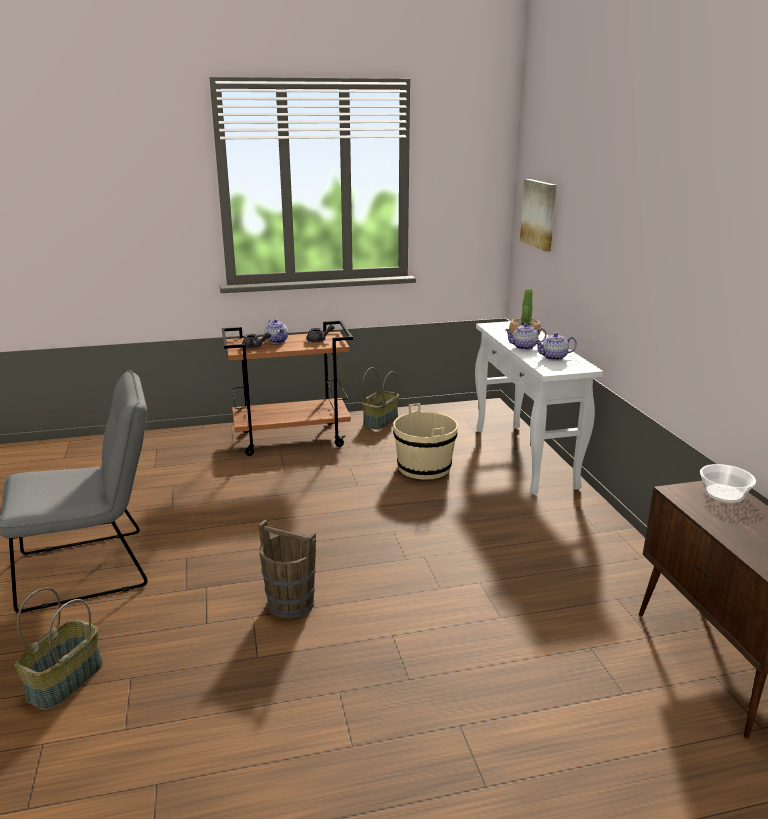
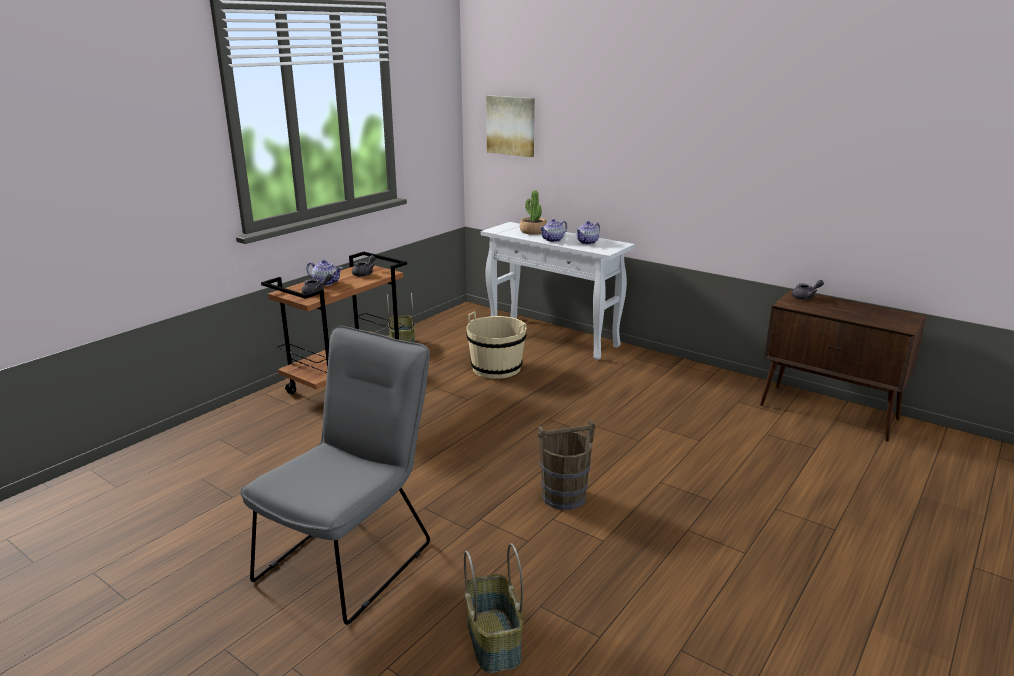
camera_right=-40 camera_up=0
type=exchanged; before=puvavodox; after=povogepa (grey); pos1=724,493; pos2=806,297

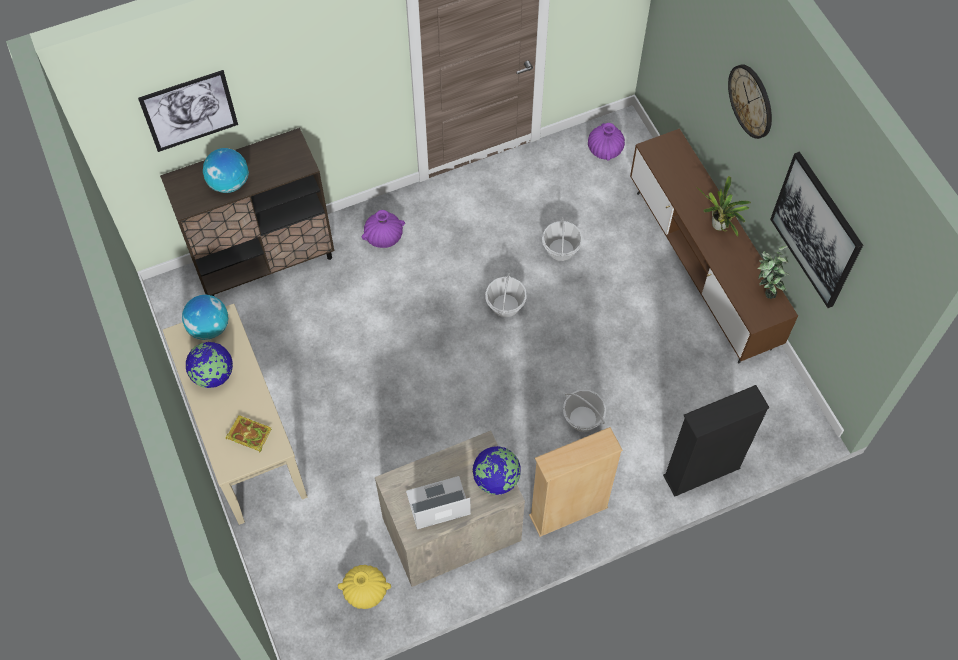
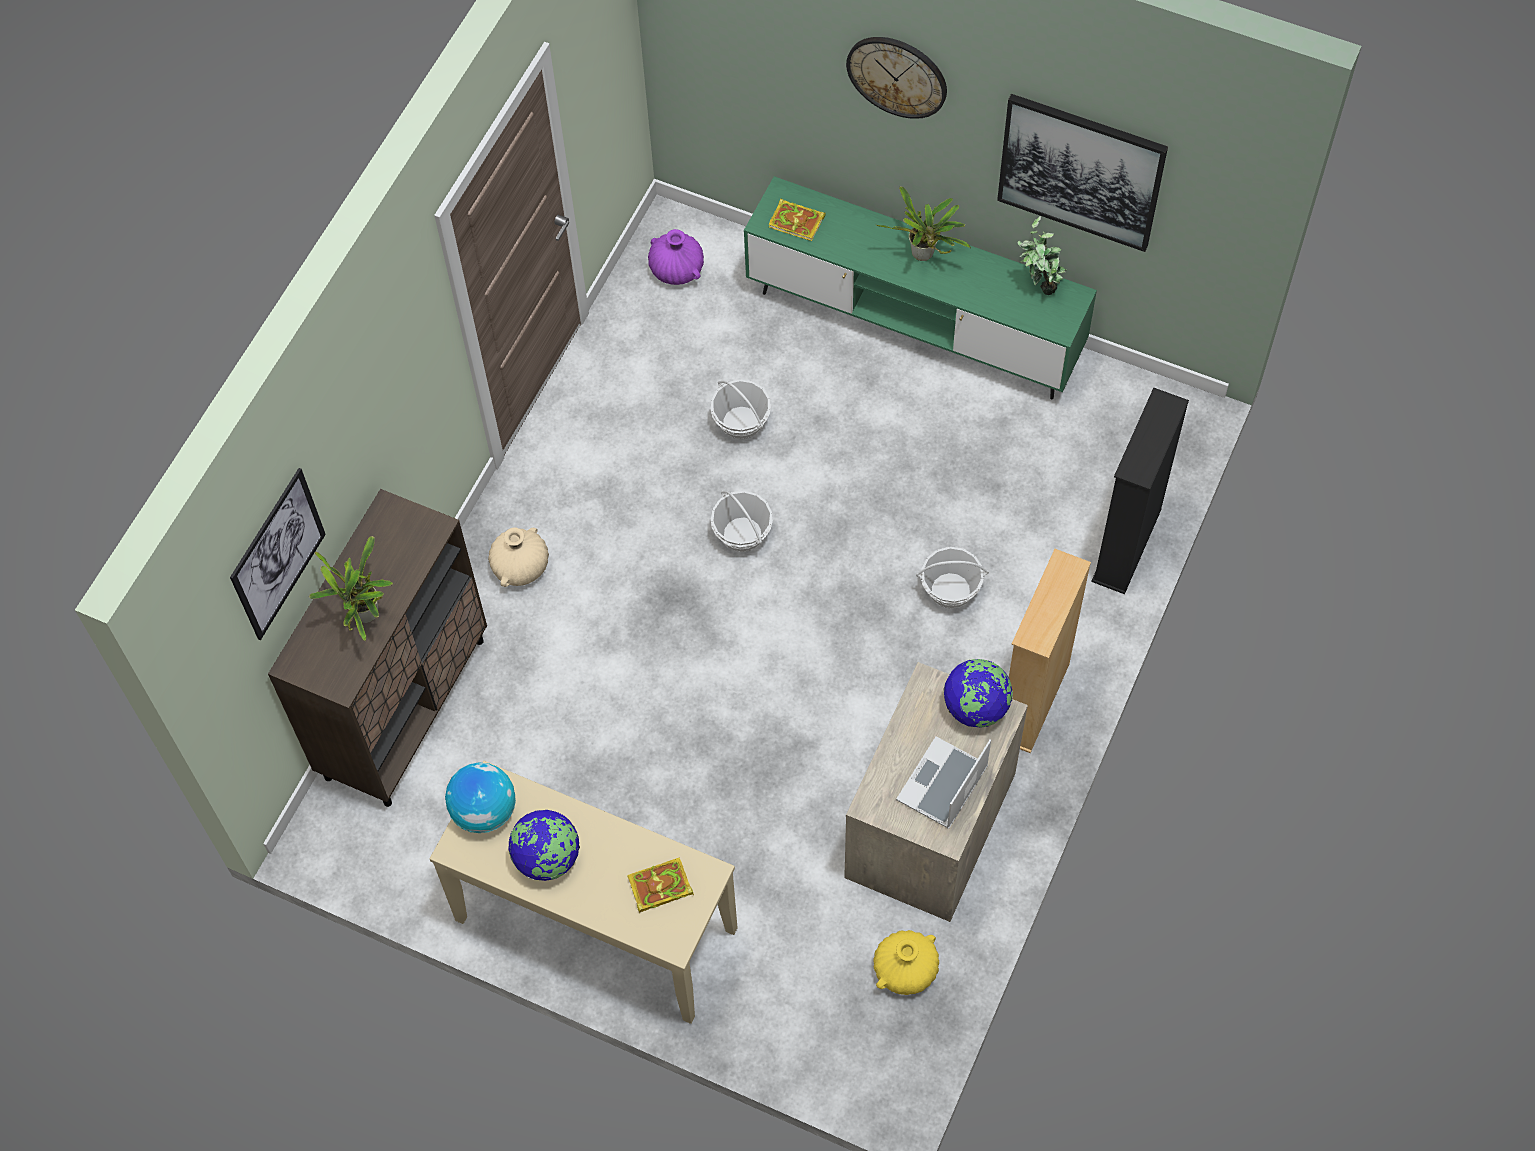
camera_right=-40 camera_up=0
type=appeared; after=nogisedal; pos2=798,222
type=exchanged; before=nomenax; after=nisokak; pos1=229,183; pos2=365,617
type=colour; before=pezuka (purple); after=pezuka (beige); pos1=384,237; pos2=520,566
type=colour; before=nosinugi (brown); after=nosinugi (green); pos1=701,268; pos2=914,325

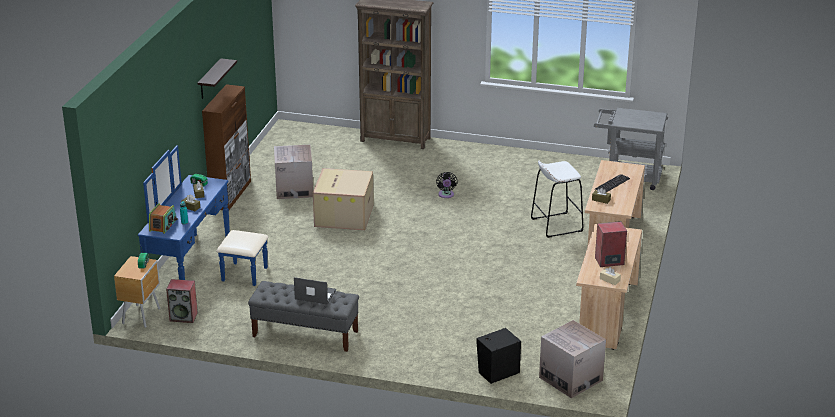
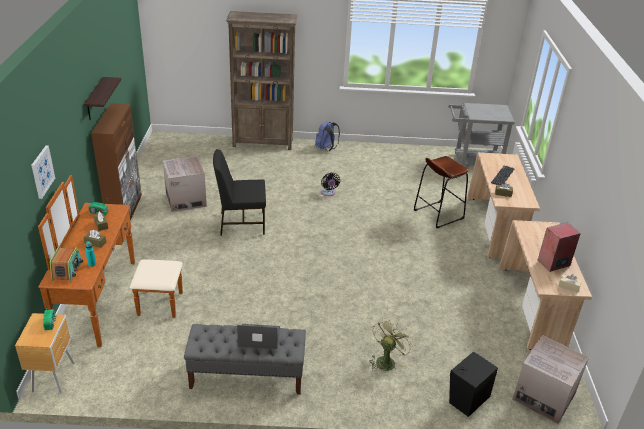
camera_right=-15 camera_up=5
type=missing; before=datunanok; pos1=184,316
type=appeared; after=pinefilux; pos2=42,171
type=appeared; after=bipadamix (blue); pos2=326,148
type=appeared; after=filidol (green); pos2=386,360
type=exchanged; before=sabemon; after=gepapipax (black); pos1=343,215; pos2=241,223
type=colour; before=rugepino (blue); after=rugepino (brown); pos1=202,267; pos2=112,301
type=colour; before=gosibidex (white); after=gosibidex (brown); pos1=556,225; pos2=438,214

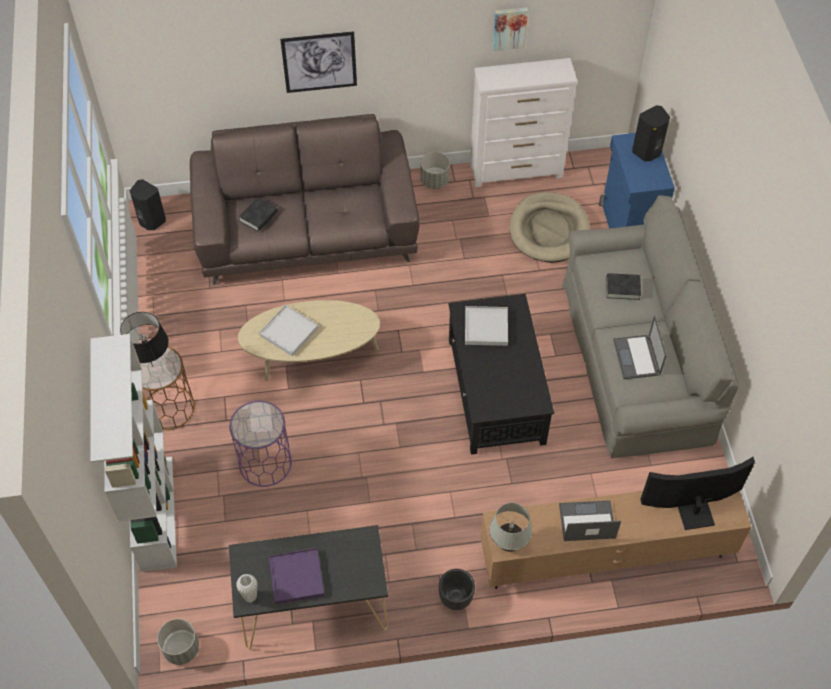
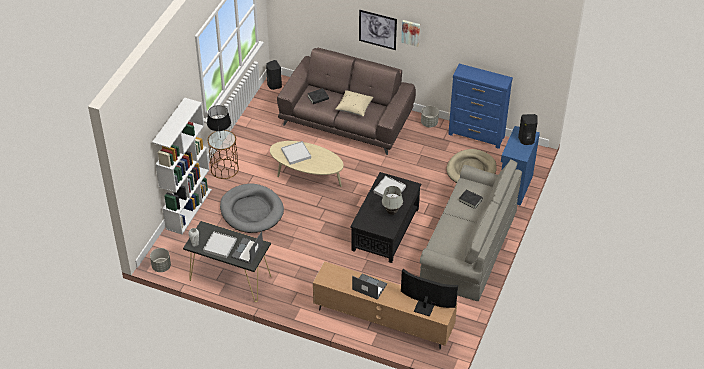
camera_right=30 camera_up=-10
type=missing; before=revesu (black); pos1=456,597
type=appeared; after=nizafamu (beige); pos2=354,108
type=relocated; before=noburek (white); pos1=508,544; pos2=392,212
type=relocated; before=pinefilux; pos1=509,27; pos2=411,32
type=relocated; before=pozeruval; pos1=637,358; pos2=247,251
type=exchanged; before=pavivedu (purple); after=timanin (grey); pos1=265,463; pos2=251,211
type=colour; before=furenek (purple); after=furenek (white); pos1=296,577; pos2=220,246
type=colour; before=rugepino (white); after=rugepino (blue); pos1=516,171; pos2=476,136

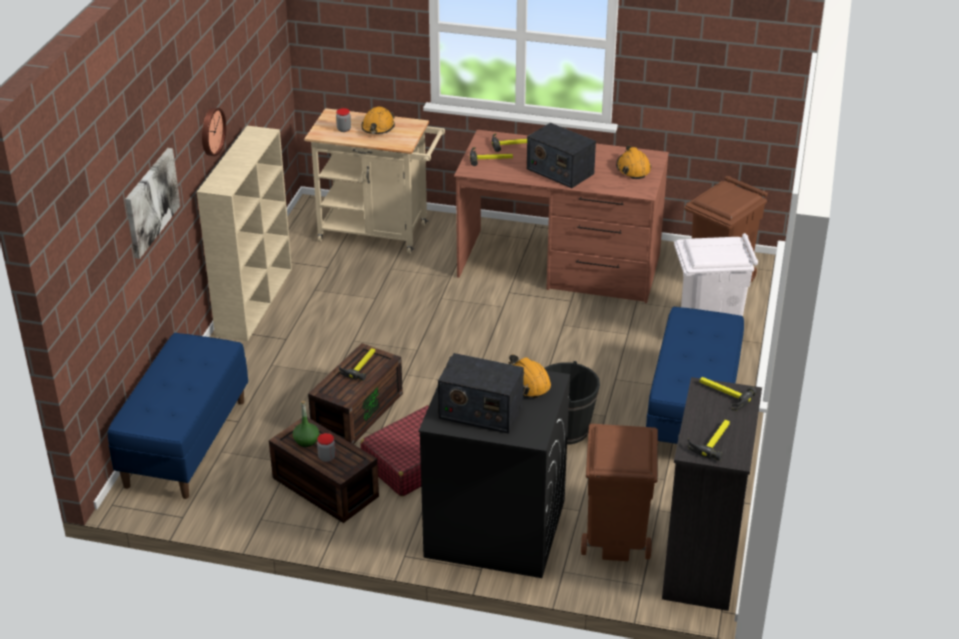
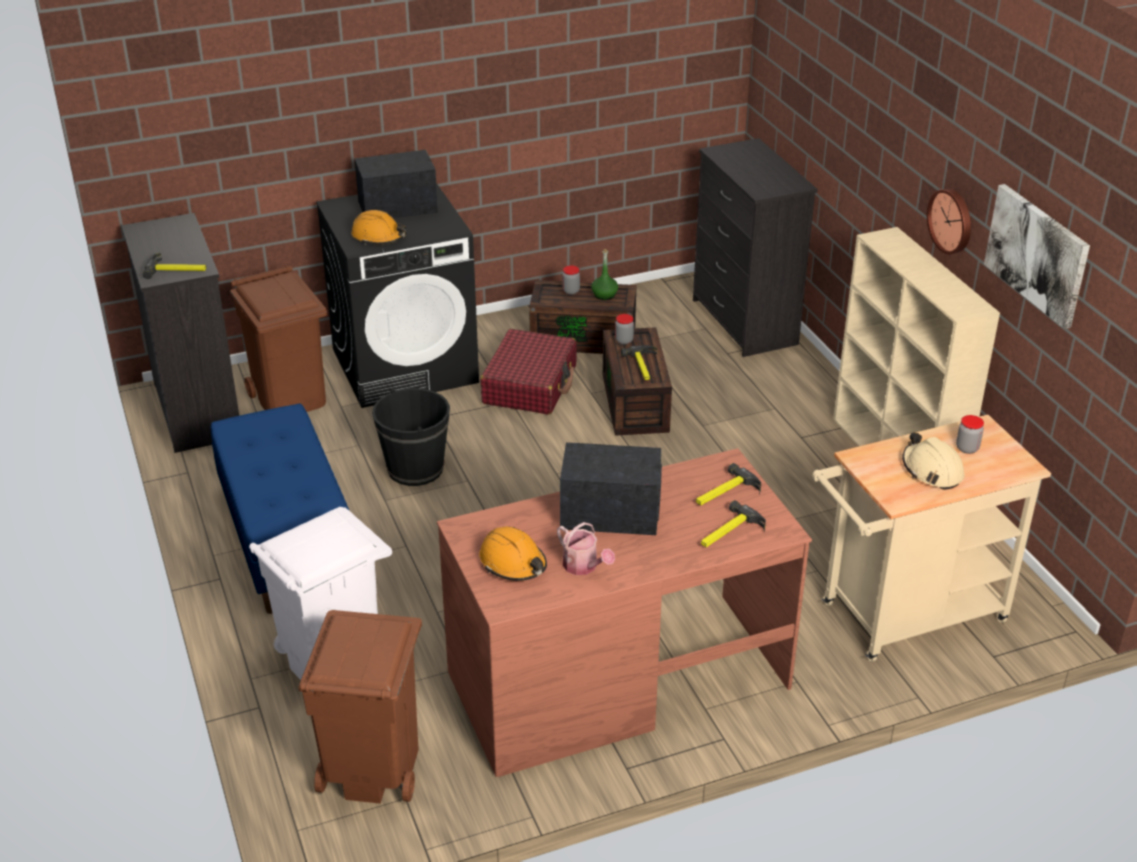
camera_right=145 camera_up=0
type=missing; before=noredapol; pos1=712,440
type=appeared; after=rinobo; pos2=583,566
type=appeared; after=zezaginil; pos2=624,340
type=relocated; before=pinefilux; pos1=151,202; pos2=1037,254
type=exchanged; before=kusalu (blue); after=rugepino (black); pos1=185,442; pos2=744,322
type=colour; before=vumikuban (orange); after=vumikuban (beige); pos1=378,128; pos2=931,470

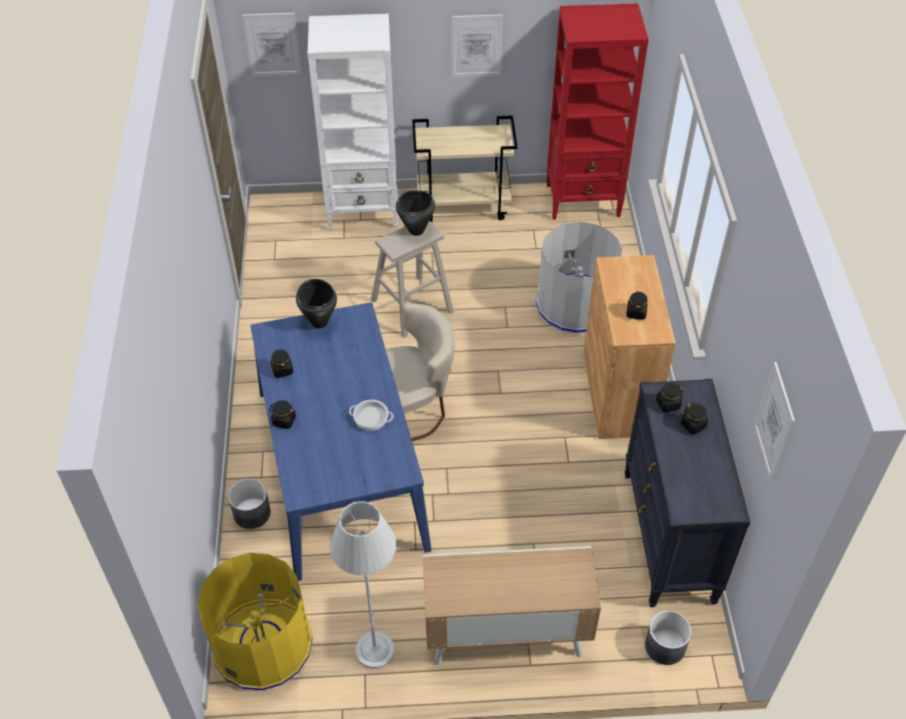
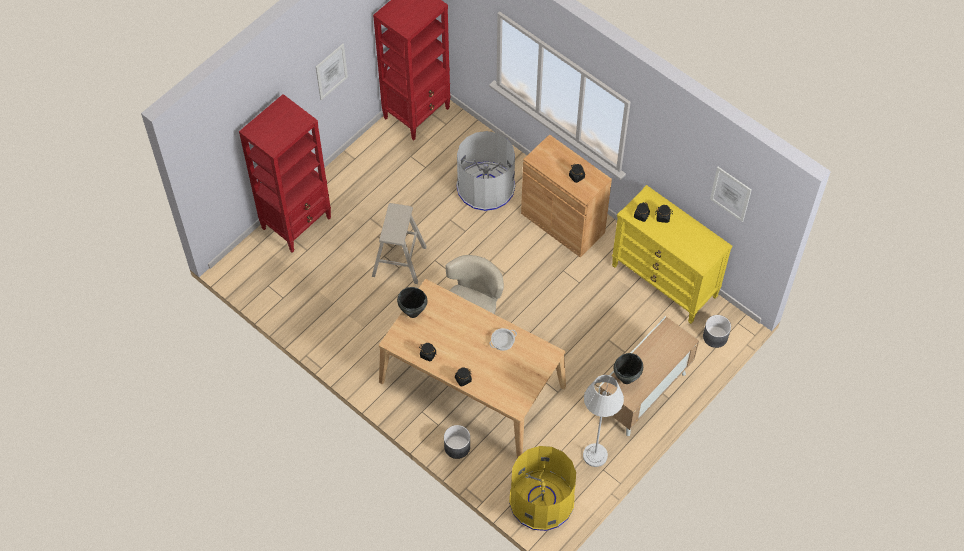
camera_right=-45 camera_up=10
type=missing; before=pinefilux; pos1=273,44
type=missing; before=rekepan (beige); pos1=464,205
type=relocated; before=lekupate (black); pos1=416,231; pos2=626,379
type=colour; before=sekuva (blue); after=sekuva (beige); pos1=341,467; pos2=472,384
type=colour; before=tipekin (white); after=tipekin (red); pos1=364,211; pos2=297,223
type=colour; before=rugepino (black); after=rugepino (yellow); pos1=669,537; pos2=665,281

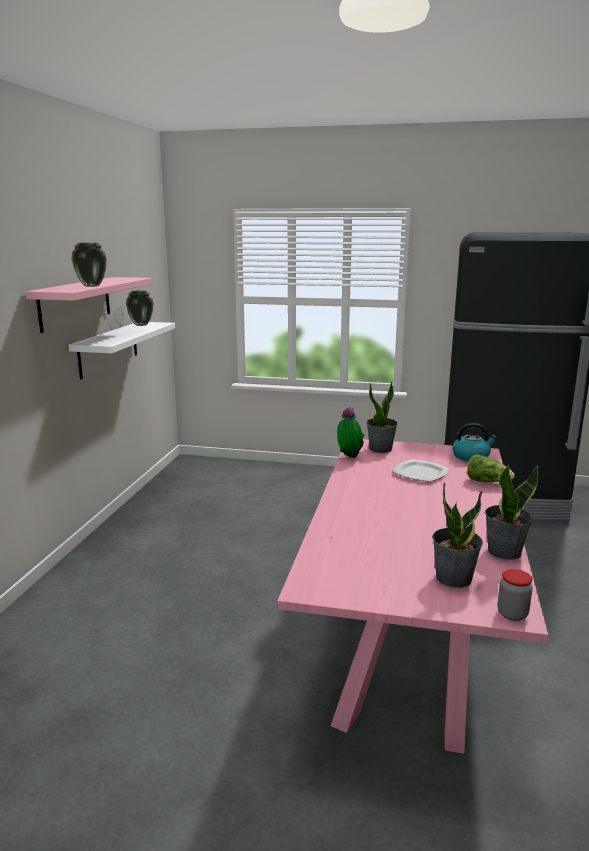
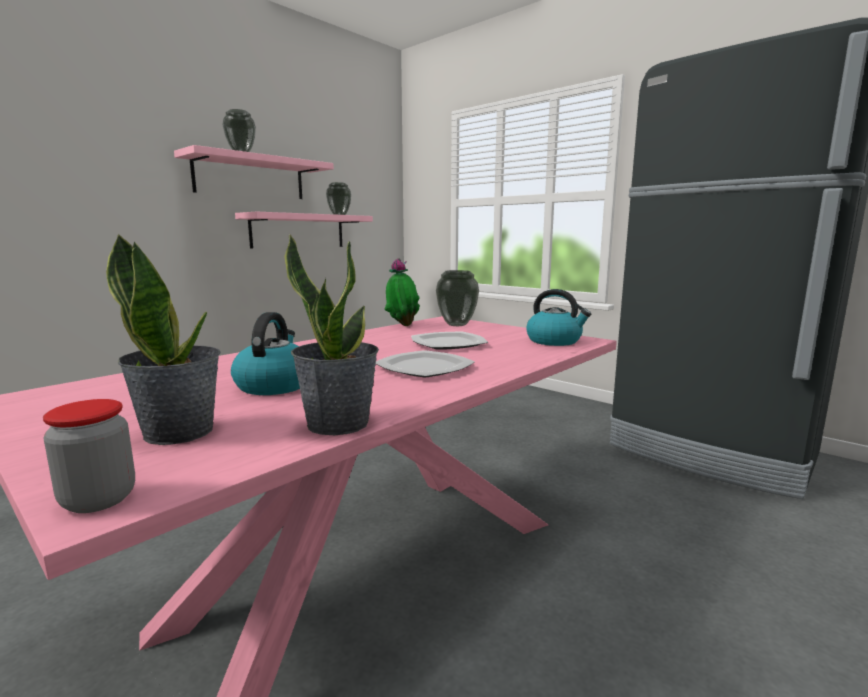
camera_right=30 camera_up=-5
type=missing; before=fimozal; pos1=487,482
type=appeared; after=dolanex; pos2=274,385
type=appeared; after=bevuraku; pos2=424,368
type=exchanged; before=nisokak; after=pezuka; pos1=381,449; pos2=456,324
type=colour; before=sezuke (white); after=sezuke (pink); pos1=108,349; pos2=298,231

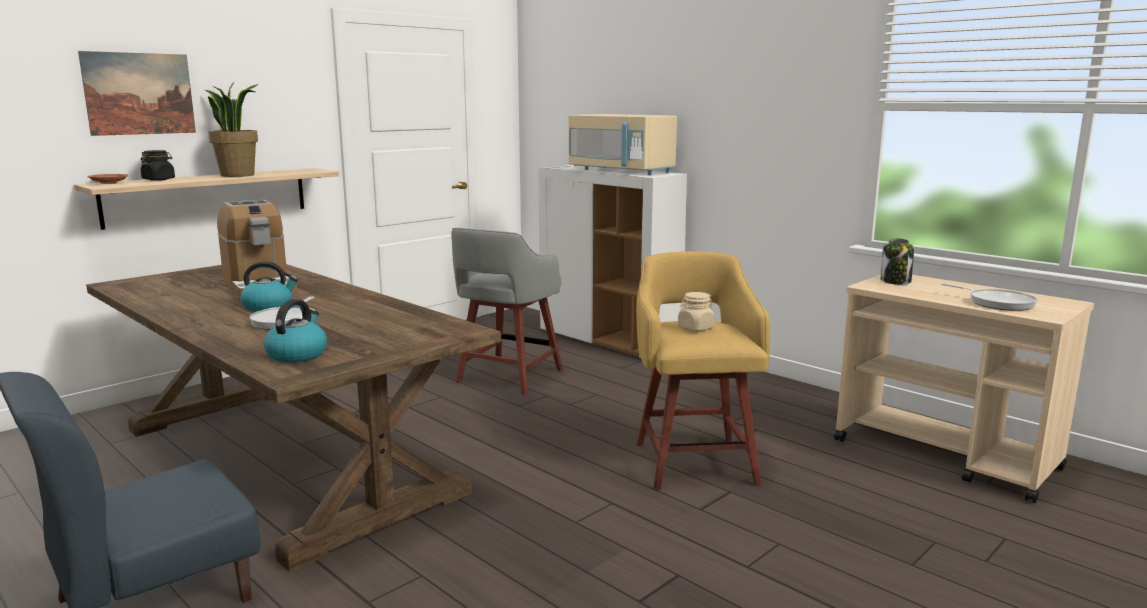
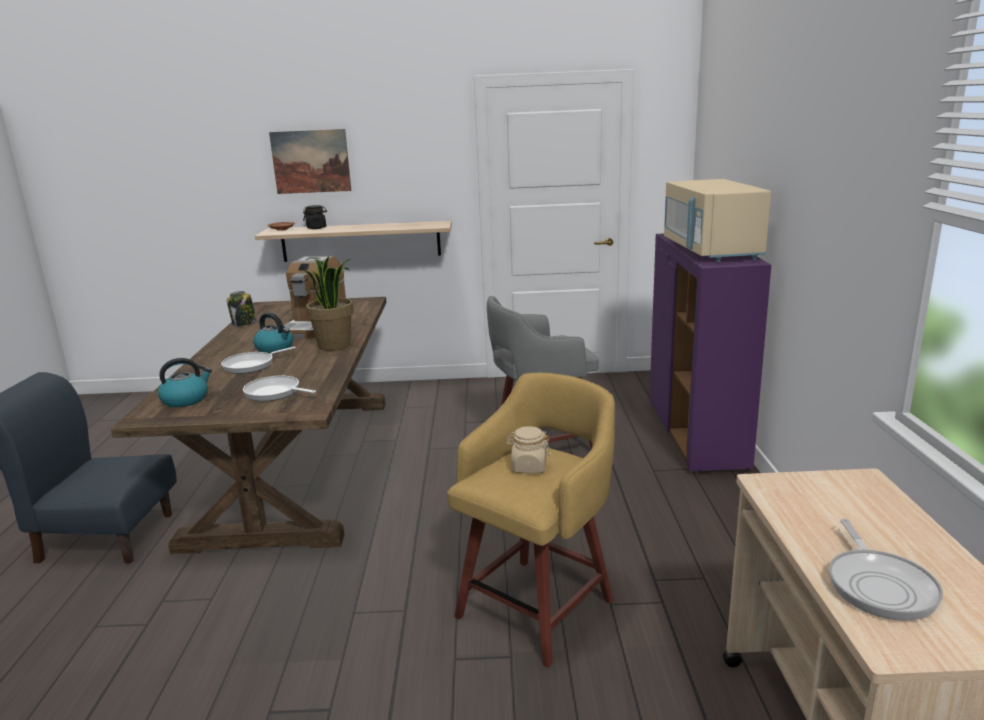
camera_right=45 camera_up=5
type=appeared; after=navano; pos2=275,393
type=relocated; before=nisokak; pos1=238,175; pos2=335,345
type=relocated; before=zezaginil; pos1=896,281; pos2=244,323
type=colour; before=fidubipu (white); after=fidubipu (purple); pos1=609,341; pos2=696,435

